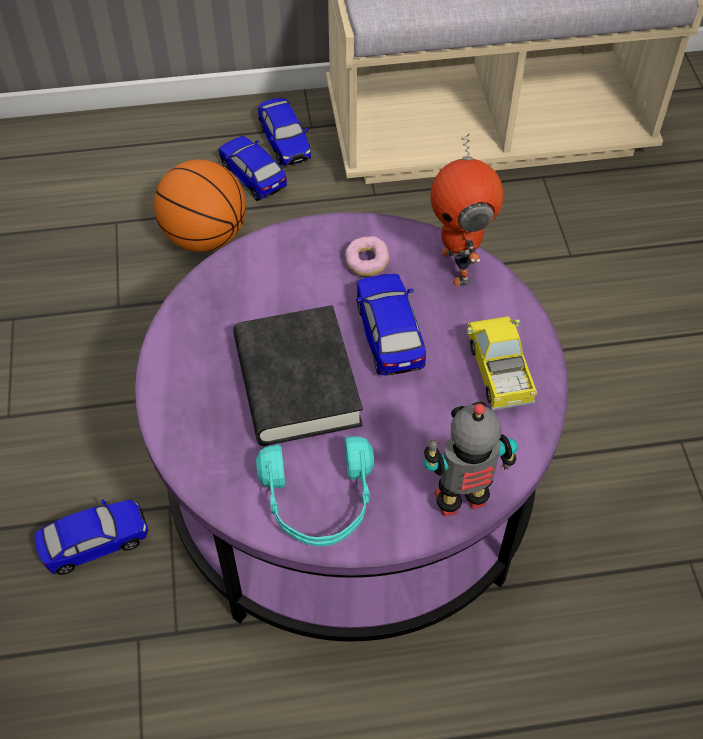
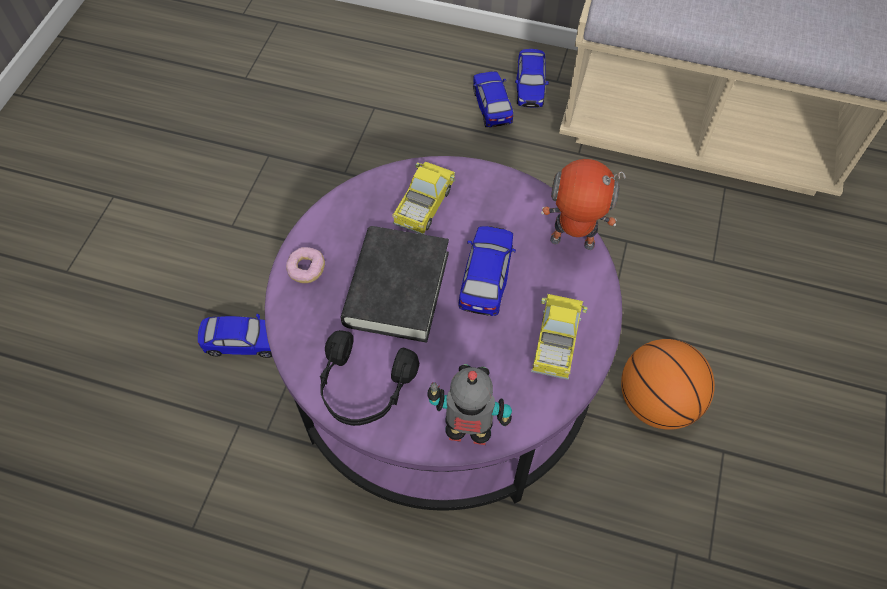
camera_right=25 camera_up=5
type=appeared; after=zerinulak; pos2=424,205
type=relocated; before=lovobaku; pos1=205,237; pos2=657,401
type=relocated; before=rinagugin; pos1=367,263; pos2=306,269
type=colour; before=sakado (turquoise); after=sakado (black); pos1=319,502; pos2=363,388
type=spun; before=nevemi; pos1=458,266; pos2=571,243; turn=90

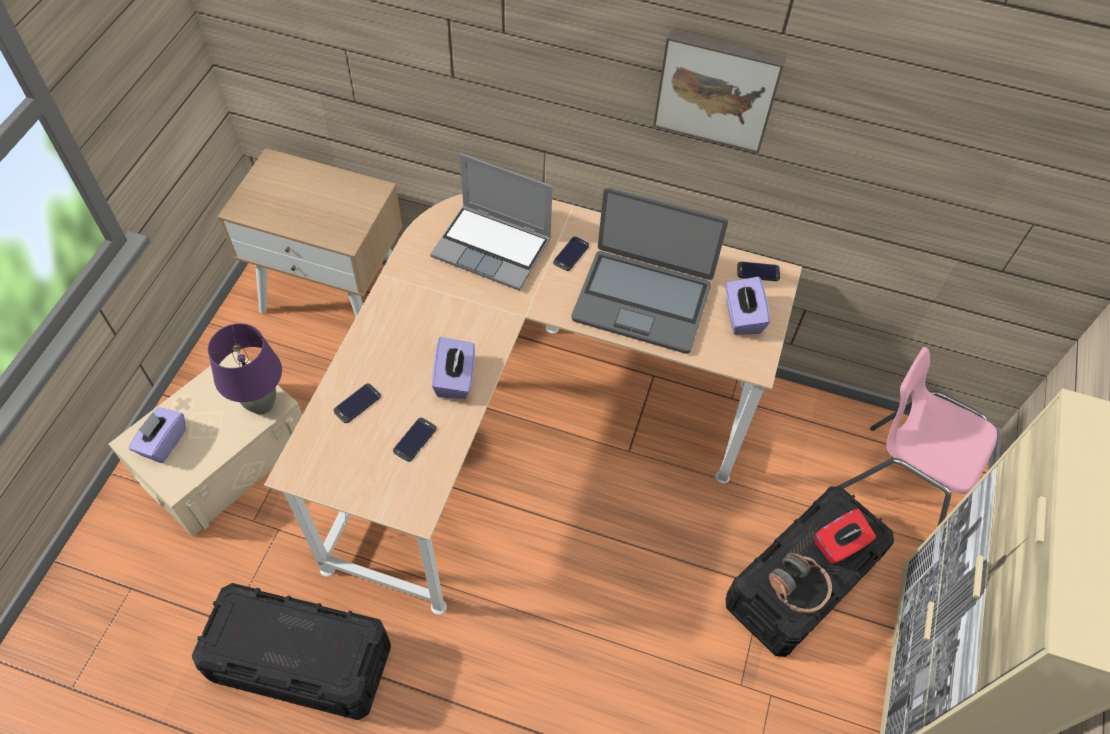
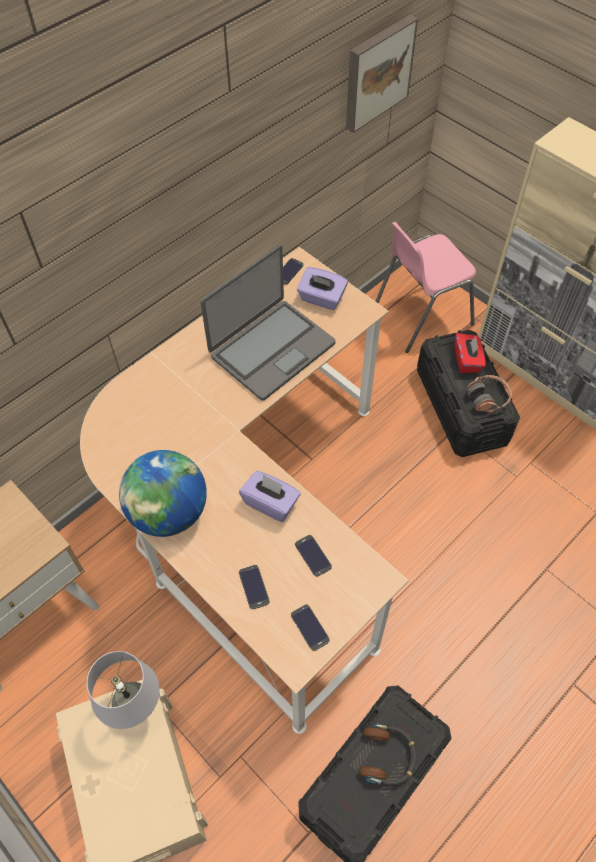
camera_right=-60 camera_up=0
type=missing; before=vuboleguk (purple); pos1=163,442
type=missing; before=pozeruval; pos1=493,248
type=appeared; after=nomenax; pos2=169,513
type=appeared; after=sakado; pos2=387,757
type=relocated; before=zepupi; pos1=571,254; pos2=309,627
type=relocated; before=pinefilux; pos1=717,88; pos2=377,72
type=colour; before=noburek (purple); after=noburek (grey); pos1=261,405; pos2=136,709

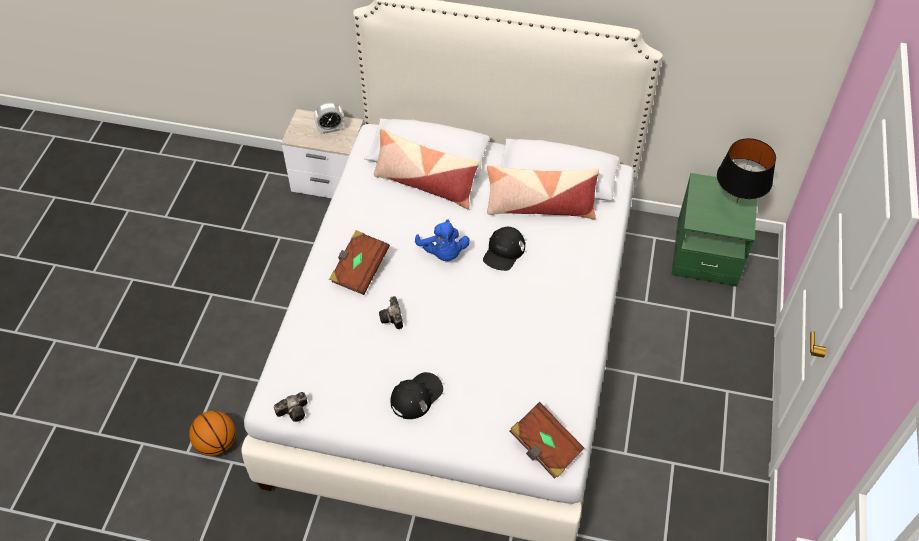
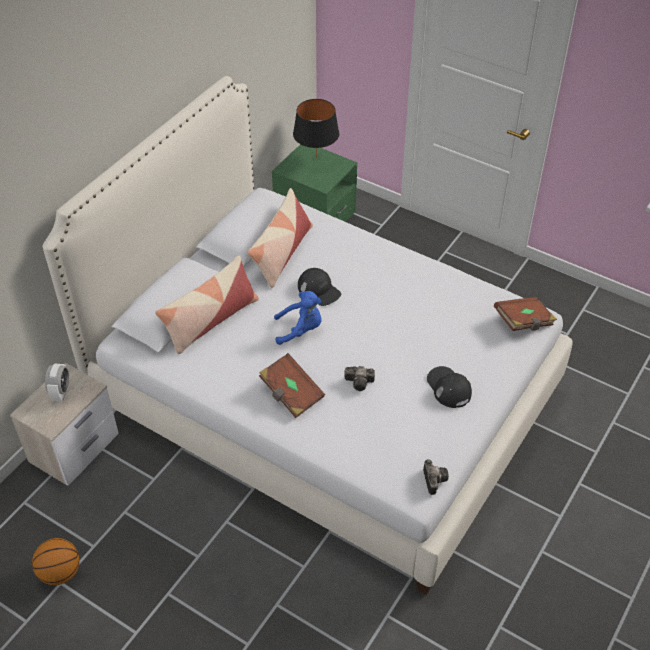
camera_right=-70 camera_up=-5
type=relocated; before=lovobaku; pos1=216,443; pos2=60,572

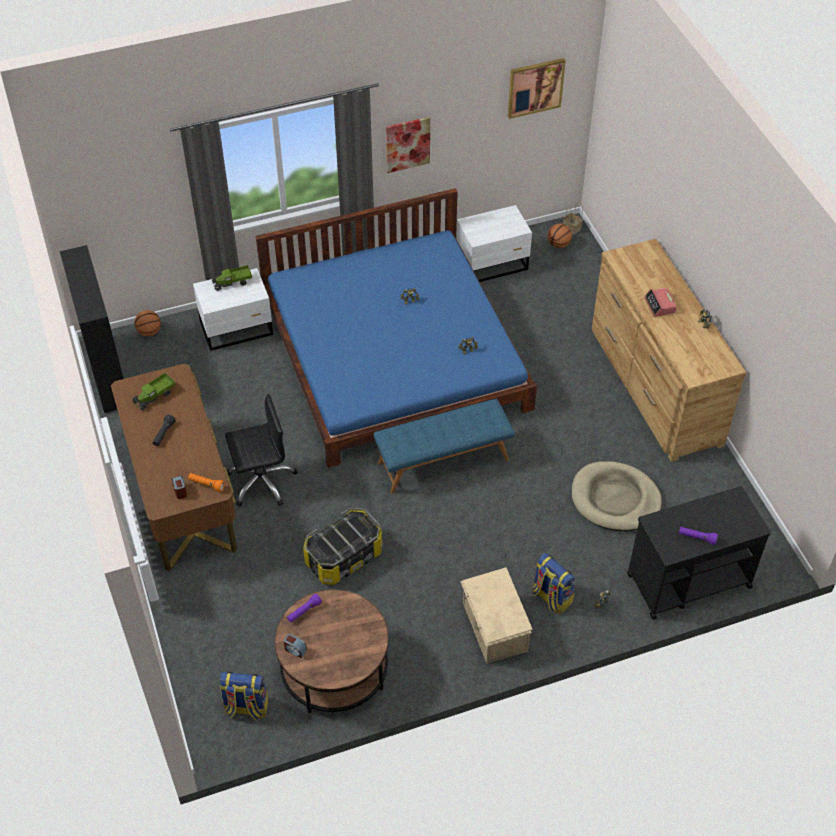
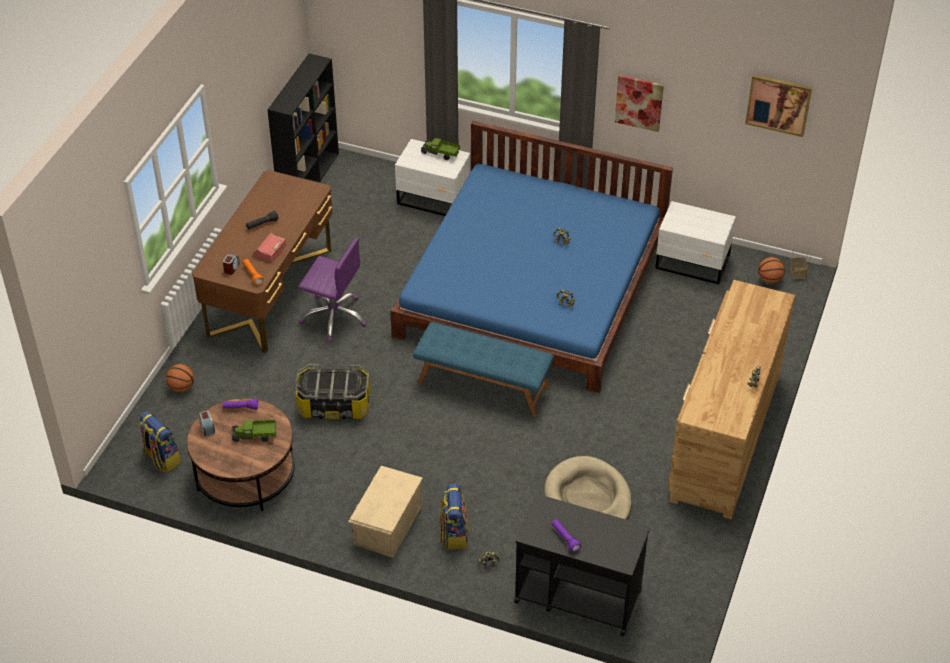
camera_right=40 camera_up=-5
type=relocated; before=zerinulak; pos1=155,396; pos2=254,435
type=relocated; before=lovobaku; pos1=149,332; pos2=182,387
type=relocated; before=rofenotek; pos1=660,305; pos2=269,251
type=colour; before=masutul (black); after=masutul (purple); pos1=261,481; pos2=334,317

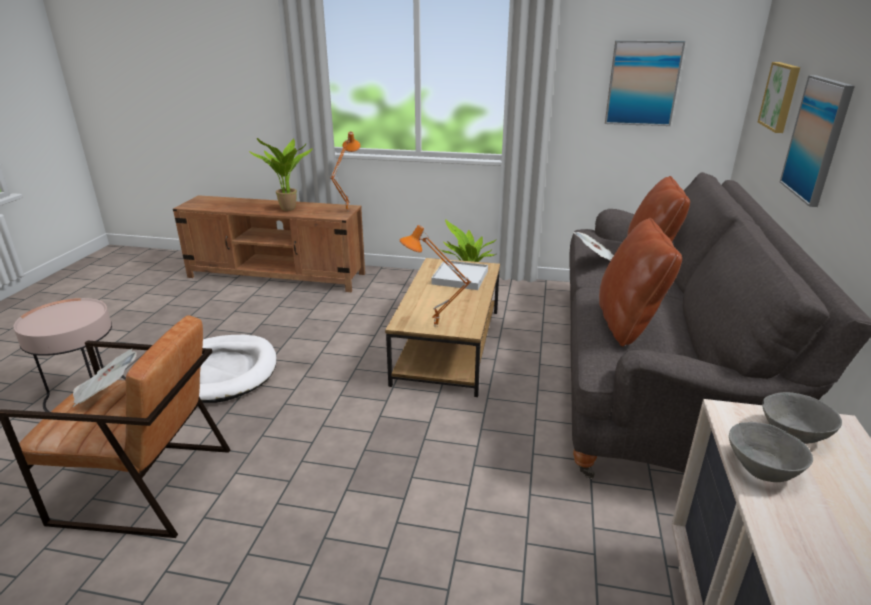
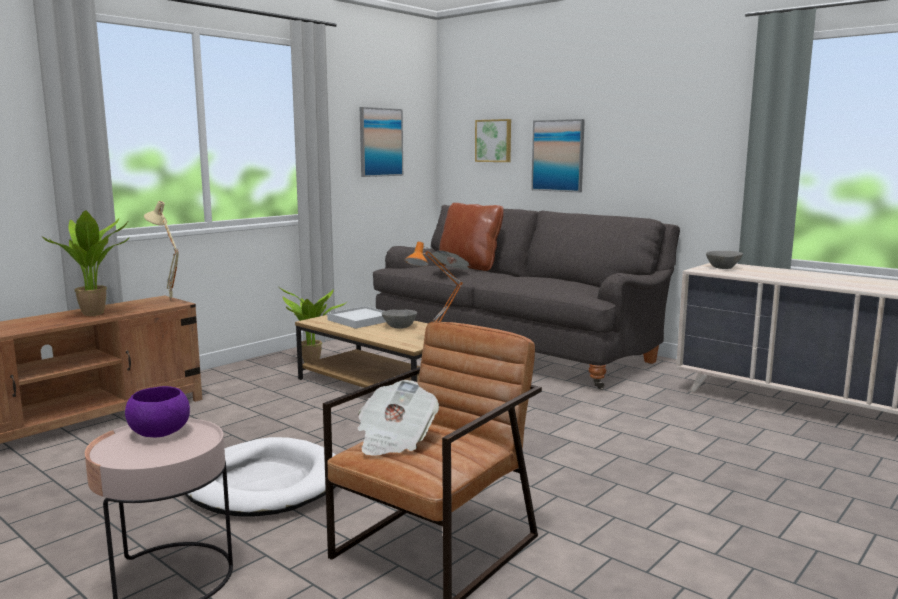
camera_right=-60 camera_up=-15
type=missing; before=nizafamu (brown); pos1=628,324
type=appeared; after=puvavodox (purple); pos2=159,433
type=relocated; before=puvavodox (grey); pos1=762,469; pos2=400,326
type=colour; before=noburek (orange); after=noburek (beige); pos1=346,211; pos2=169,300

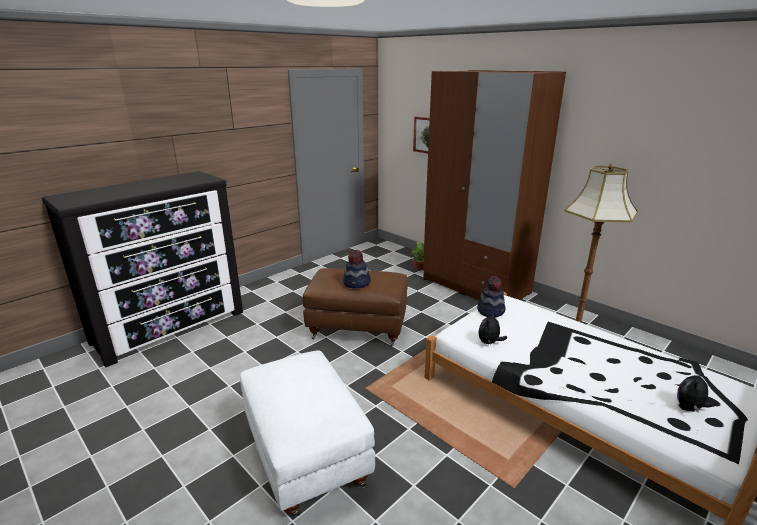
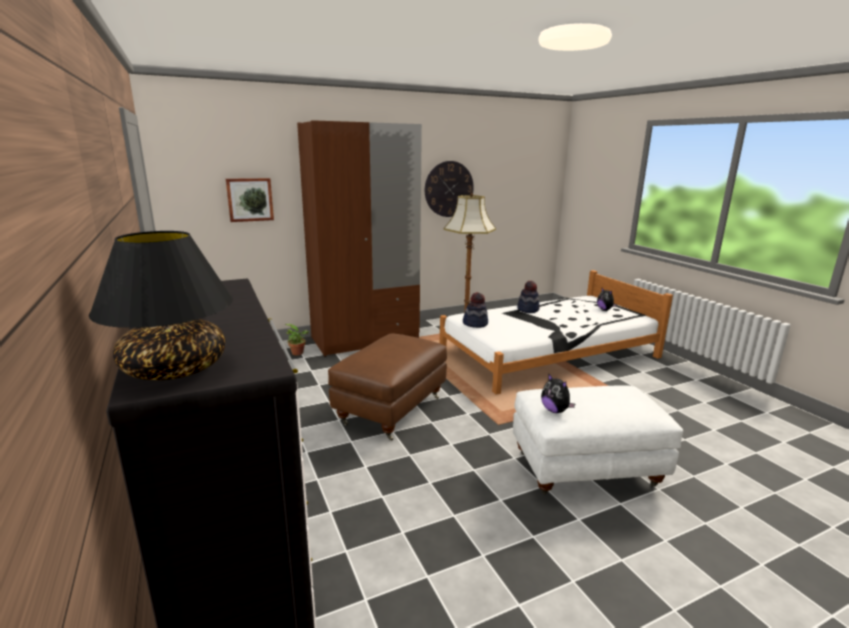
camera_right=-70 camera_up=-5
type=appeared; after=noburek (black); pos2=174,369
type=appeared; after=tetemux; pos2=449,189
type=relocated; before=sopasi; pos1=357,283; pos2=528,309
type=relocated; before=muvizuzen; pos1=489,343; pos2=555,410

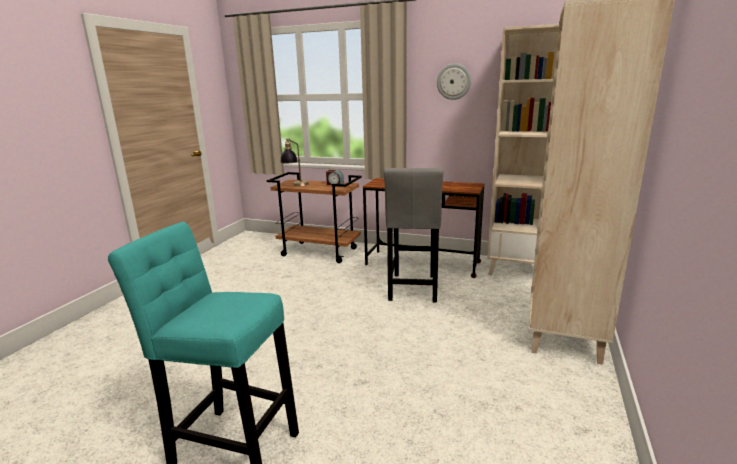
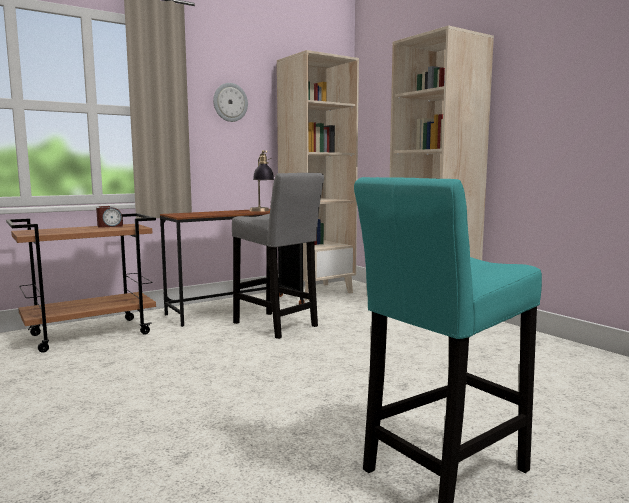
camera_right=-55 camera_up=-10
type=relocated; before=noburek; pos1=295,185; pos2=261,211

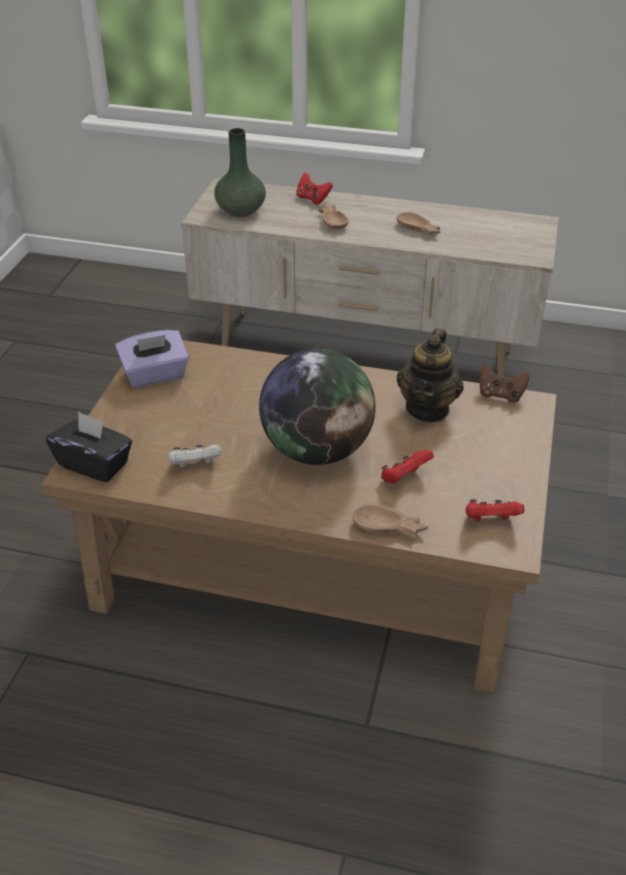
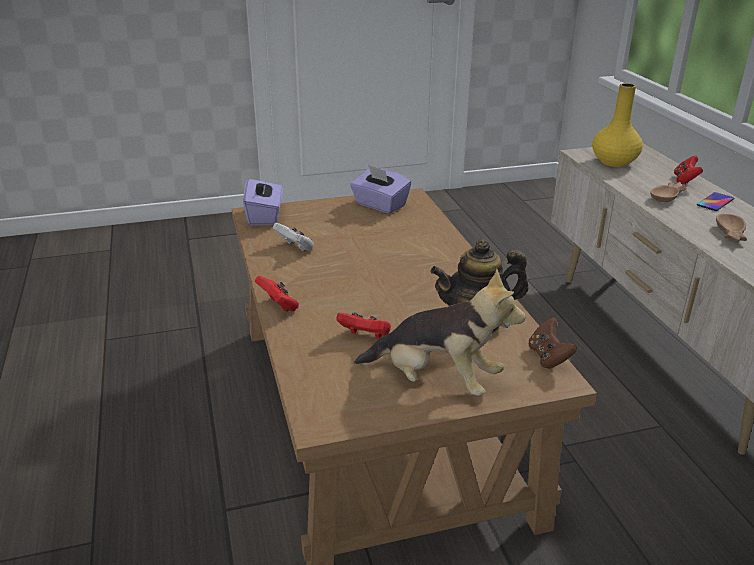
camera_right=60 camera_up=-10
type=missing; before=nomenax; pos1=317,450
type=missing; before=puvavodox (brown); pos1=389,528
type=appeared; after=muvizuzen; pos2=436,380
type=appeared; after=zepupi; pos2=715,202
type=relocated; before=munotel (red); pos1=490,521; pos2=279,306
type=colour; before=vuboleguk (black); after=vuboleguk (purple); pos1=94,464; pos2=265,216
type=colour; before=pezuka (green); after=pezuka (yellow); pos1=241,210; pos2=614,162

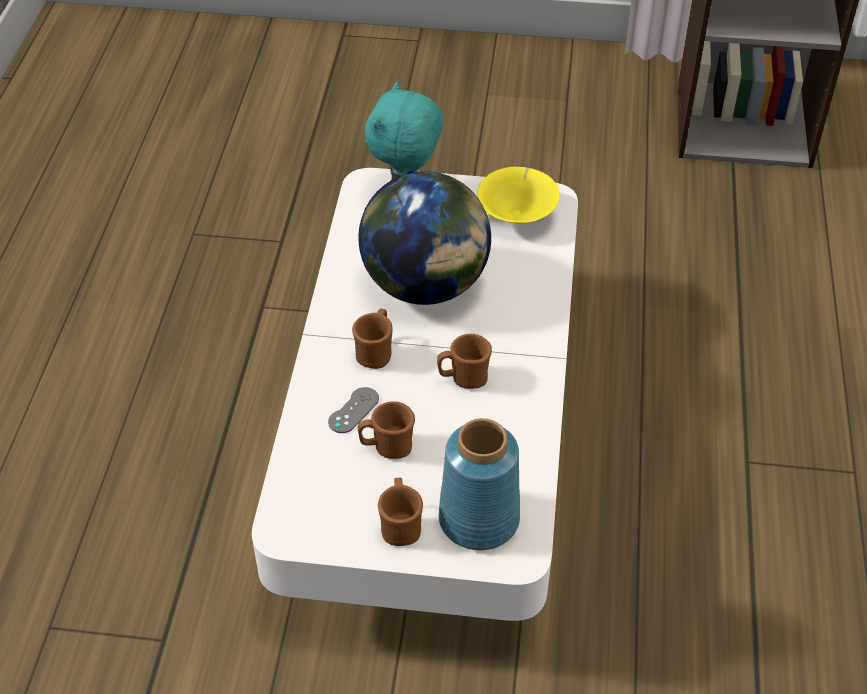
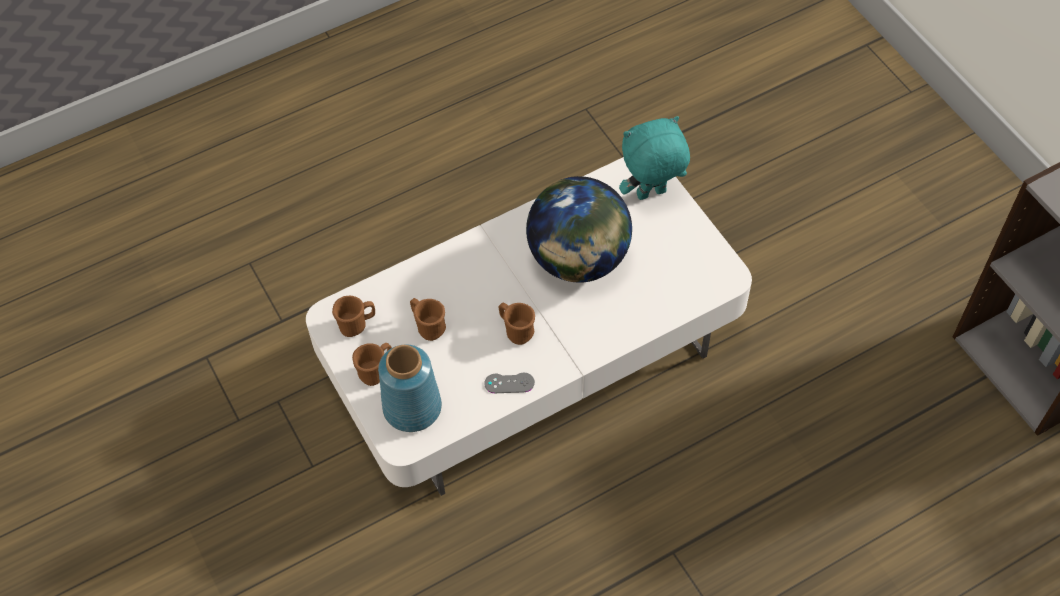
camera_right=55 camera_up=10
type=missing; before=puvavodox (yellow); pos1=517,215
type=relocated; before=munotel (grey); pos1=353,410; pos2=509,383
type=relocated; before=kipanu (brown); pos1=376,352; pos2=357,324

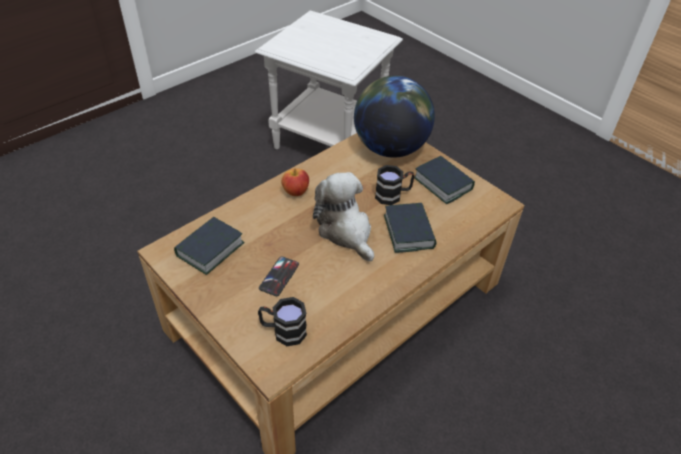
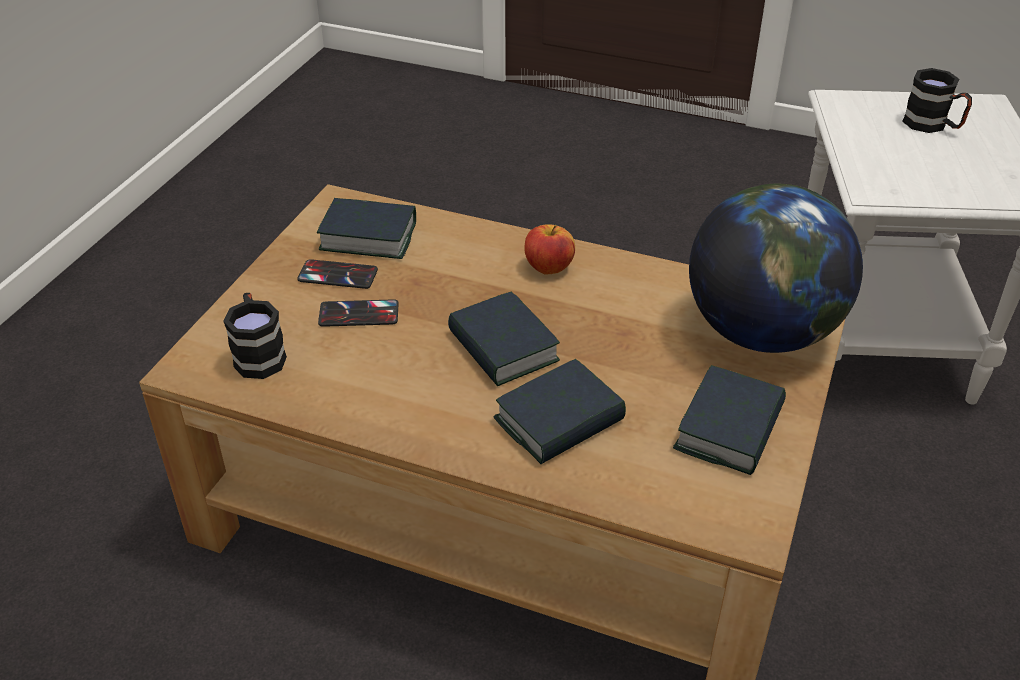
camera_right=65 camera_up=-5
type=appeared; after=zepupi; pos2=338,275
type=relocated; before=kipanu (black); pos1=393,195; pos2=932,125
type=exchanged; before=muvizuzen; after=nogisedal; pos1=345,231; pos2=503,347

